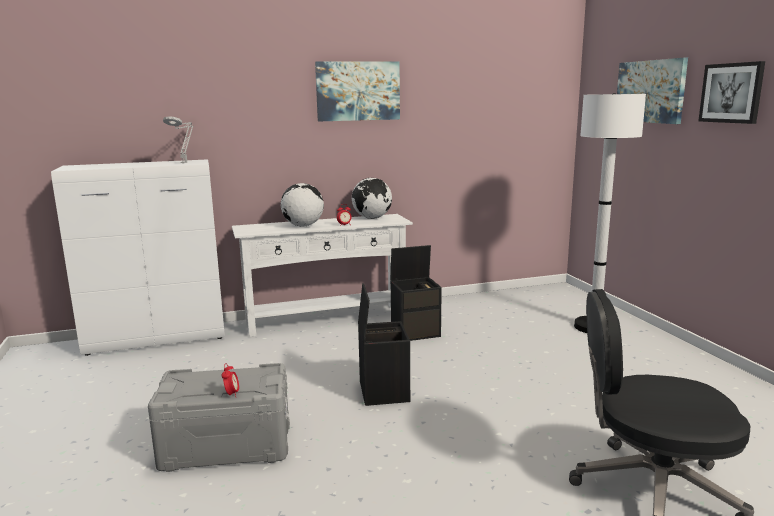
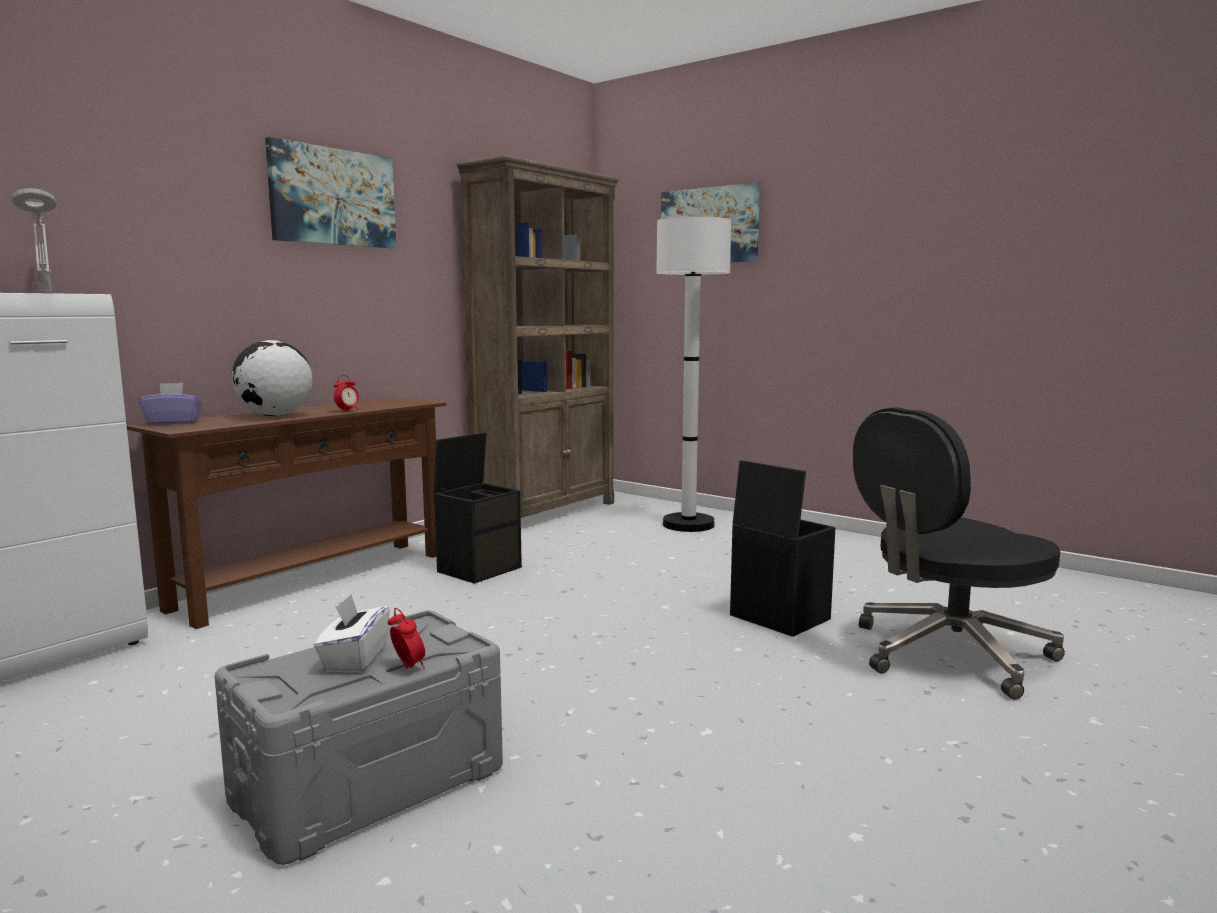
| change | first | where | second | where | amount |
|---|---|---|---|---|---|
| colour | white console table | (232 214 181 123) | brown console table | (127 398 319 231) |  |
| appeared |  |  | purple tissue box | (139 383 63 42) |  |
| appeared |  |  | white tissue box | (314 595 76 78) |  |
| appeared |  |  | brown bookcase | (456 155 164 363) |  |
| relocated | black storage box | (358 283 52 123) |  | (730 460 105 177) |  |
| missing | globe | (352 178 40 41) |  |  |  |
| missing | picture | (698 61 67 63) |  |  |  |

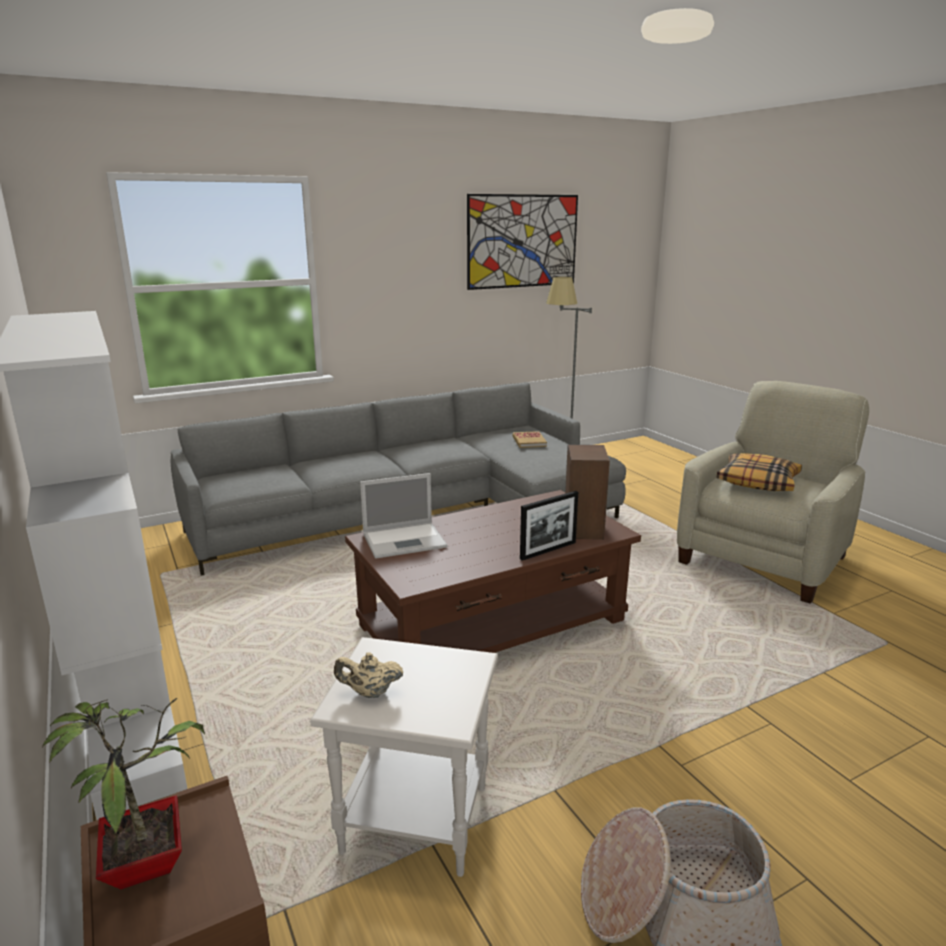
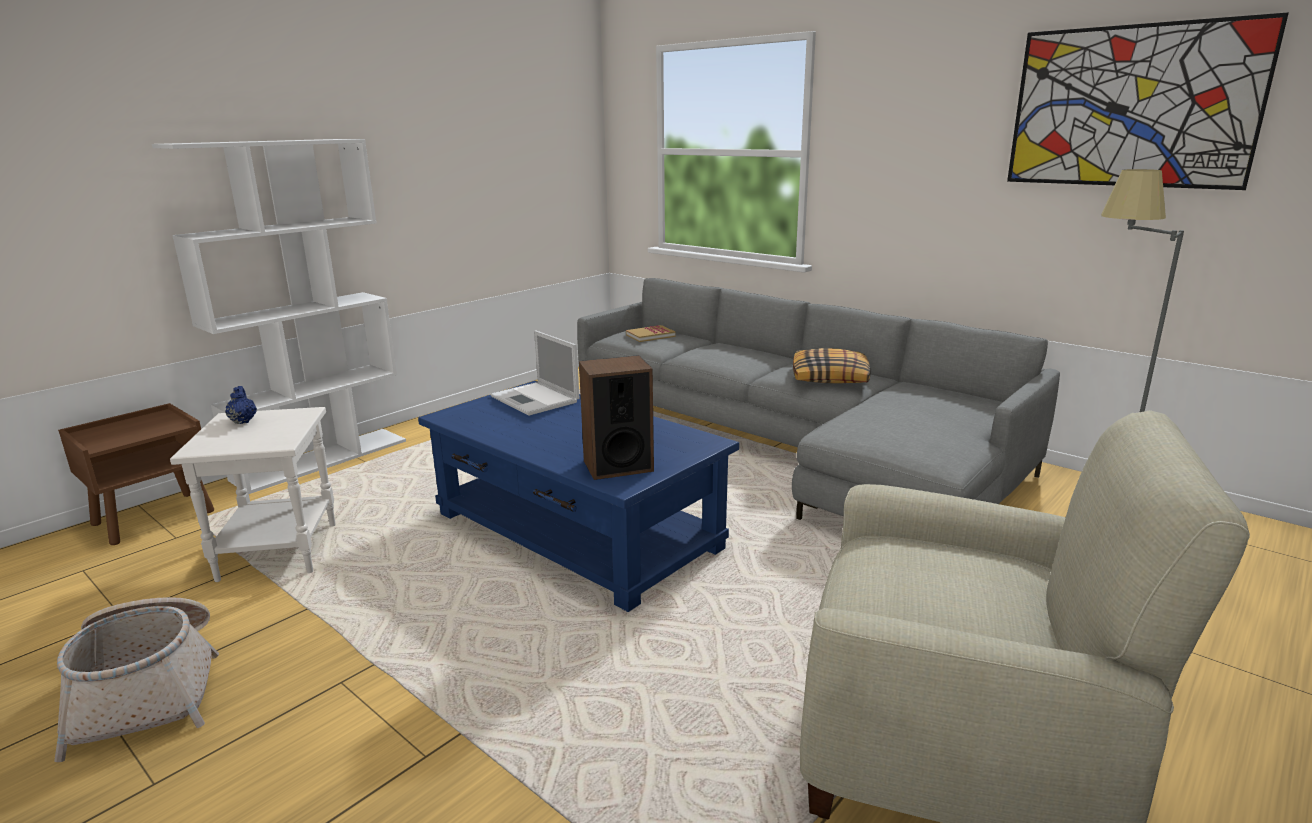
| change | first | where | second | where | amount |
|---|---|---|---|---|---|
| colour | beige teapot | (334 652 69 46) | blue teapot | (225 386 32 38) |  |
| colour | brown coffee table | (345 490 296 163) | blue coffee table | (418 381 321 231) |  |
| relocated | book | (513 431 34 17) |  | (626 325 49 17) |  |
| relocated | pillow | (717 453 85 38) |  | (793 348 78 36) |  |
| missing | potted plant | (42 698 163 191) |  |  |  |
| missing | picture frame | (520 491 58 70) |  |  |  |

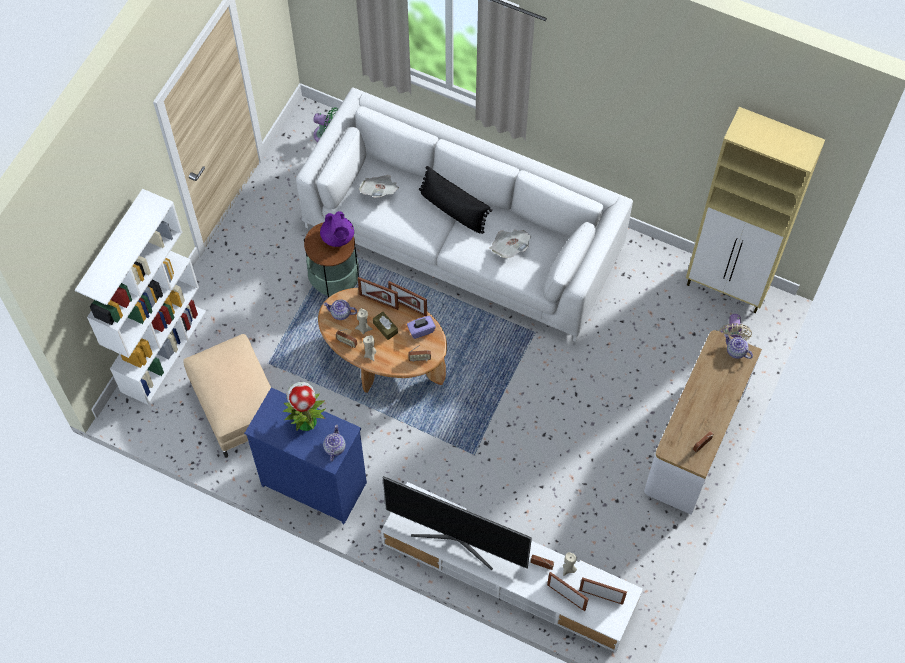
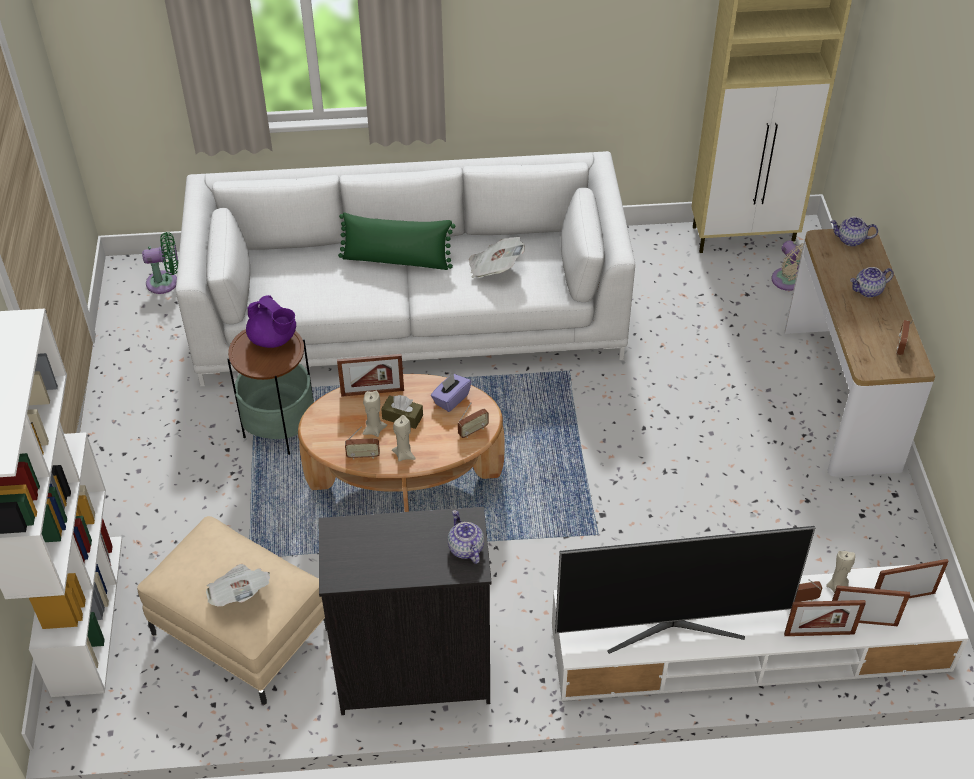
| change | first | where | second | where | amount |
|---|---|---|---|---|---|
| relocated | newspaper | (359 175 40 23) |  | (206 564 64 42) |  |
| colour | blue dresser | (244 387 123 137) | black dresser | (319 507 172 208) |  |
| colour | black pillow | (419 166 73 68) | green pillow | (338 212 117 58) |  |
| relocated | picture frame | (388 281 39 35) |  | (784 600 82 36) |  |
| relocated | teapot | (324 300 33 20) |  | (850 267 44 30) |  |
| missing | potted plant | (283 382 43 49) |  |  |  |

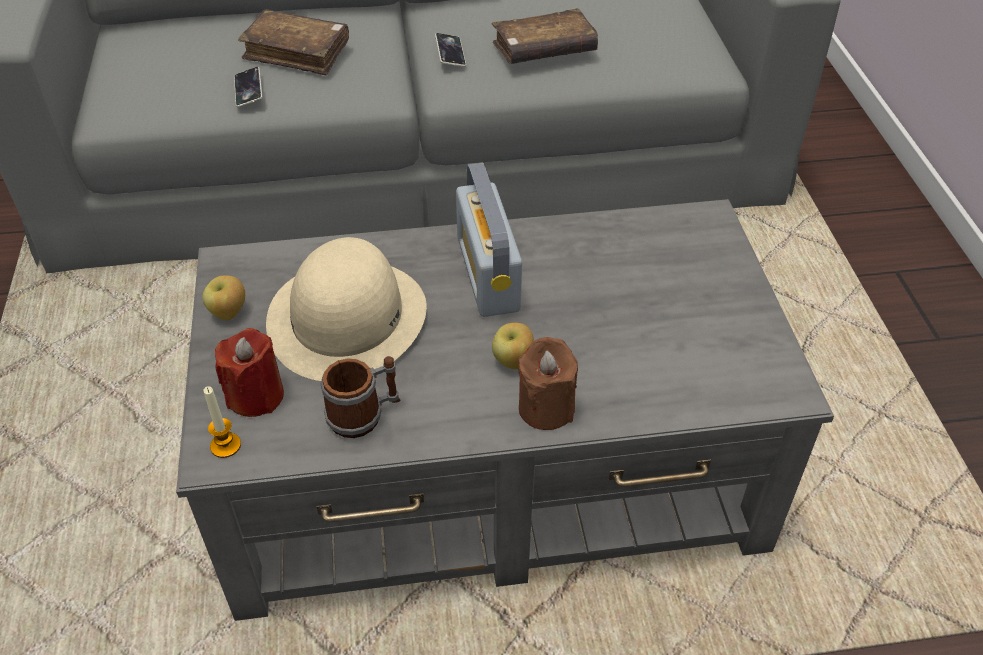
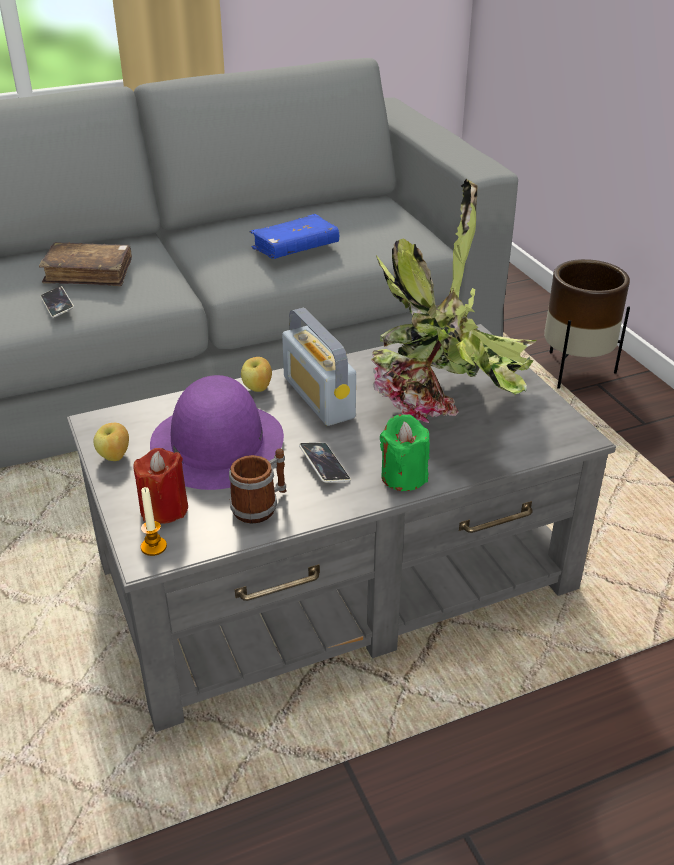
| change | first | where | second | where | amount |
|---|---|---|---|---|---|
| colour | beige hat | (266 237 161 144) | purple hat | (150 375 134 115) |  |
| relocated | apple | (492 323 42 46) |  | (241 357 31 35) |  |
| colour | brown book | (492 8 106 56) | blue book | (250 214 89 45) |  |
| relocated | phone | (435 33 31 34) |  | (299 443 52 40) |  |
| appeared |  |  | potted plant | (371 179 166 244) |  |
| colour | brown candle | (518 337 60 93) | green candle | (380 414 50 77) |  |
| appeared |  |  | brown planter | (544 259 86 130) |  |

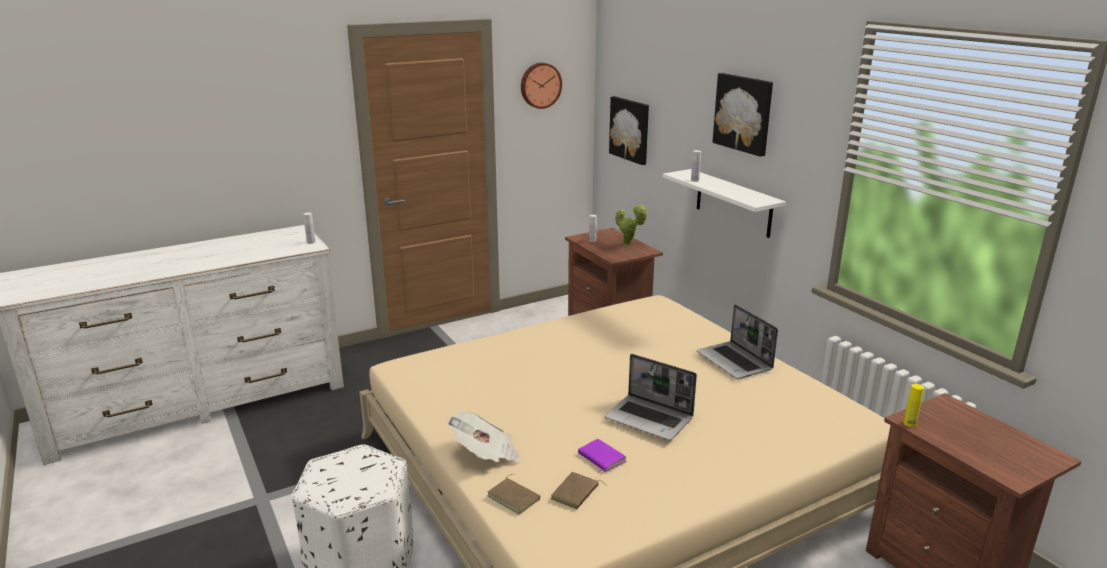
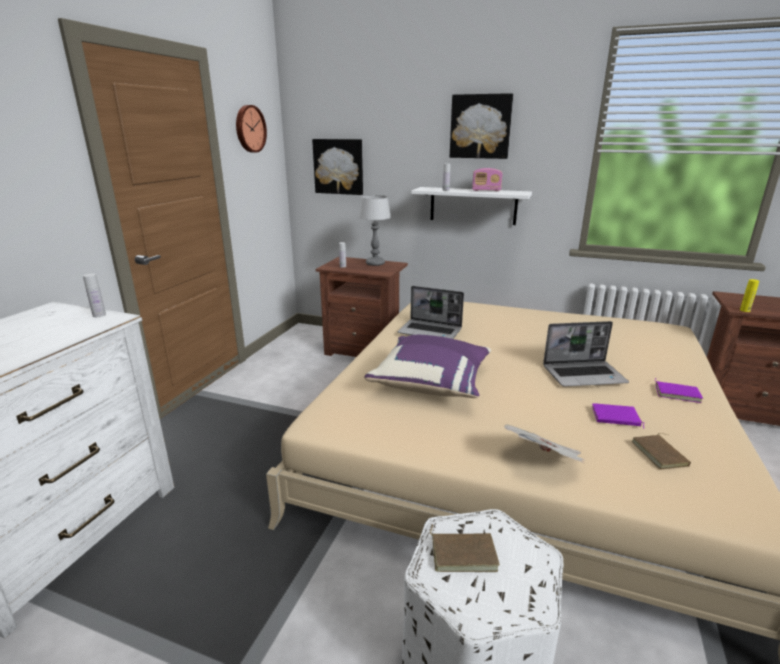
| change | first | where | second | where | amount |
|---|---|---|---|---|---|
| exchanged | potted plant | (615 204 33 42) | table lamp | (359 195 32 71) |  |
| appeared |  |  | purple pillow | (365 335 126 63) |  |
| relocated | laptop | (697 304 81 75) |  | (397 286 67 53) |  |
| relocated | brown book | (487 474 53 41) |  | (430 524 70 48) |  |
| appeared |  |  | radio | (472 168 31 23) |  |
| appeared |  |  | purple book | (655 379 48 24) |  |

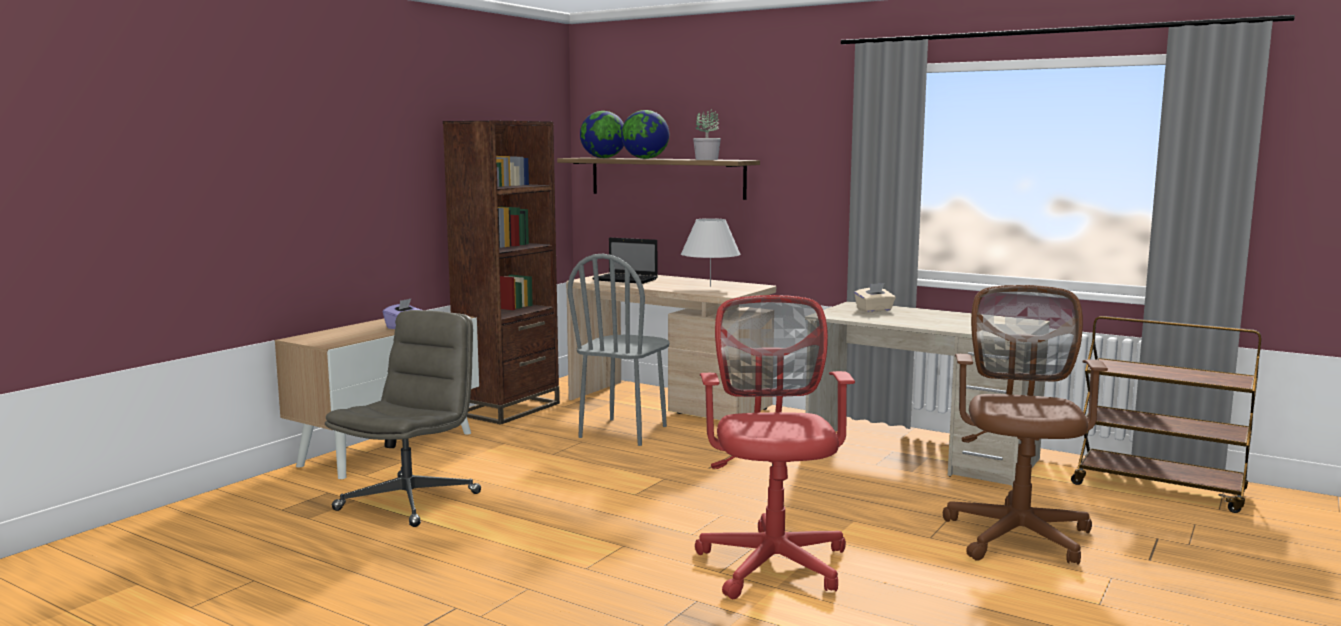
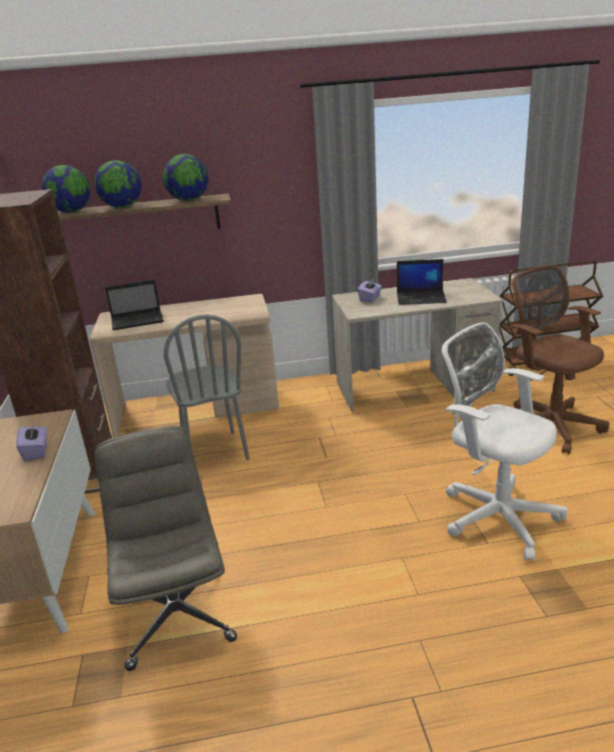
| change | first | where | second | where | amount |
|---|---|---|---|---|---|
| exchanged | potted plant | (693 109 28 51) | globe | (163 154 45 47) |  |
| colour | beige tissue box | (854 283 42 29) | purple tissue box | (358 279 24 23) |  |
| appeared |  |  | laptop | (397 259 50 46) |  |
| colour | red office chair | (695 295 160 304) | white office chair | (442 322 126 239) |  |
| missing | white table lamp | (681 218 60 69) |  |  |  |

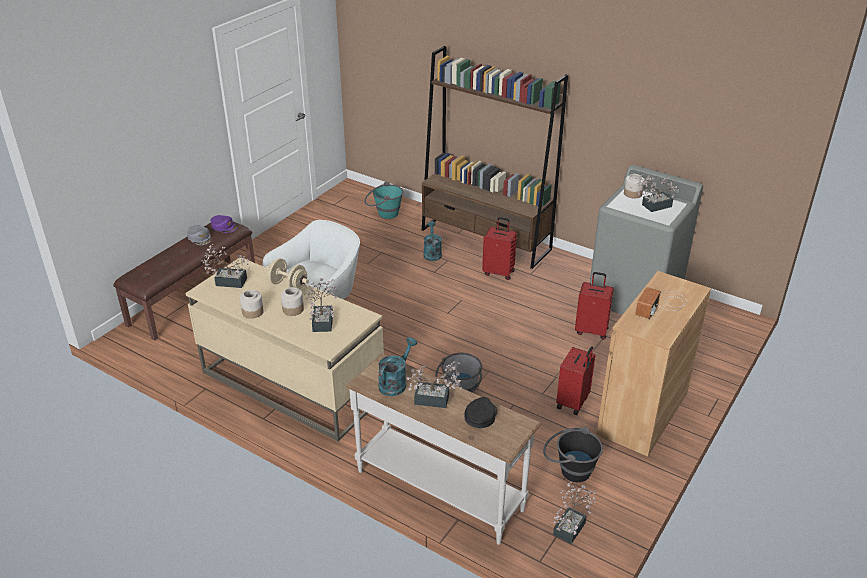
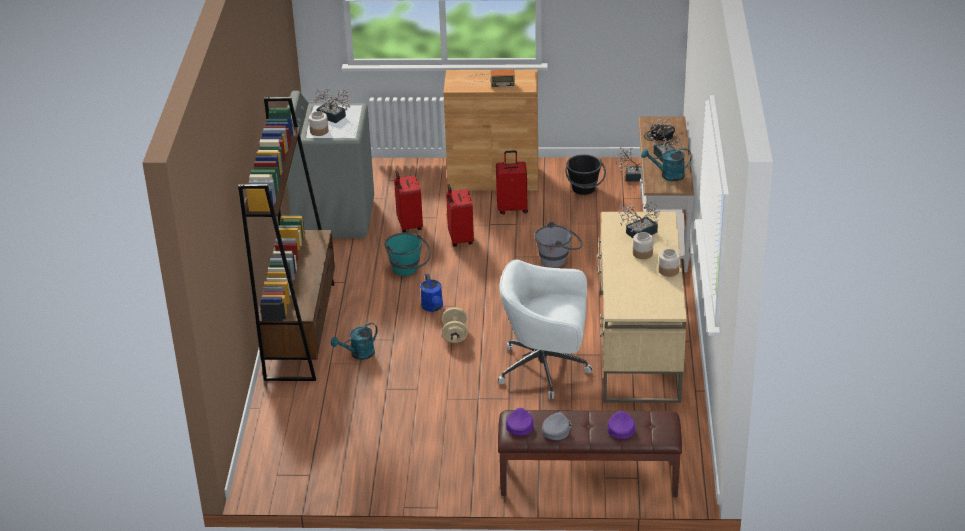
| change | first | where | second | where | amount |
|---|---|---|---|---|---|
| relocated | turquoise bucket | (364 181 39 38) |  | (385 233 46 43) |  |
| appeared |  |  | blue watering can | (420 274 23 38) |  |
| relocated | beige dumbbell | (266 258 43 31) |  | (442 308 26 35) |  |
| relocated | red suitcase | (482 217 35 63) |  | (446 184 28 63) |  |
| appeared |  |  | purple cap | (607 411 29 28) |  |
| missing | potted plant | (202 244 48 44) |  |  |  |

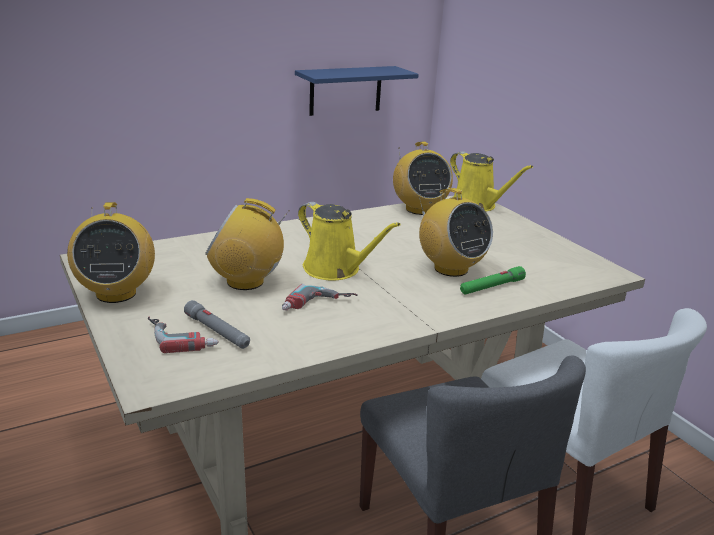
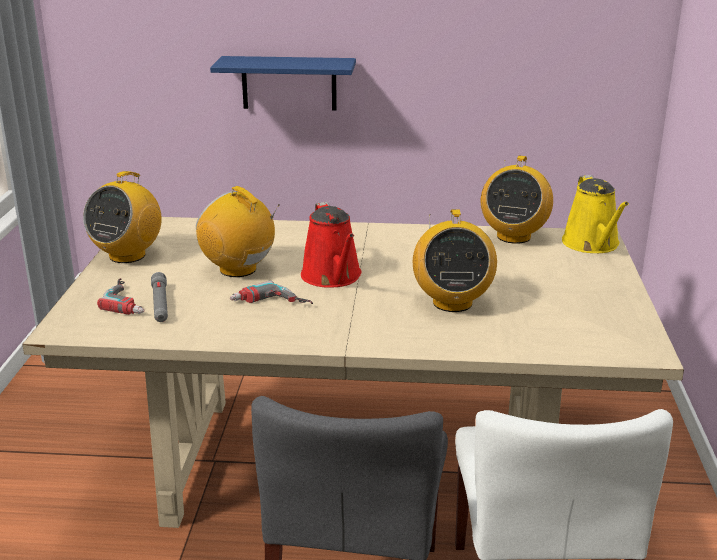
| change | first | where | second | where | amount |
|---|---|---|---|---|---|
| relocated | blue shelf | (295 66 124 50) |  | (210 56 146 55) |  |
| colour | yellow watering can | (298 202 103 78) | red watering can | (301 202 61 86) |  |
| missing | green flashlight | (460 266 66 28) |  |  |  |

